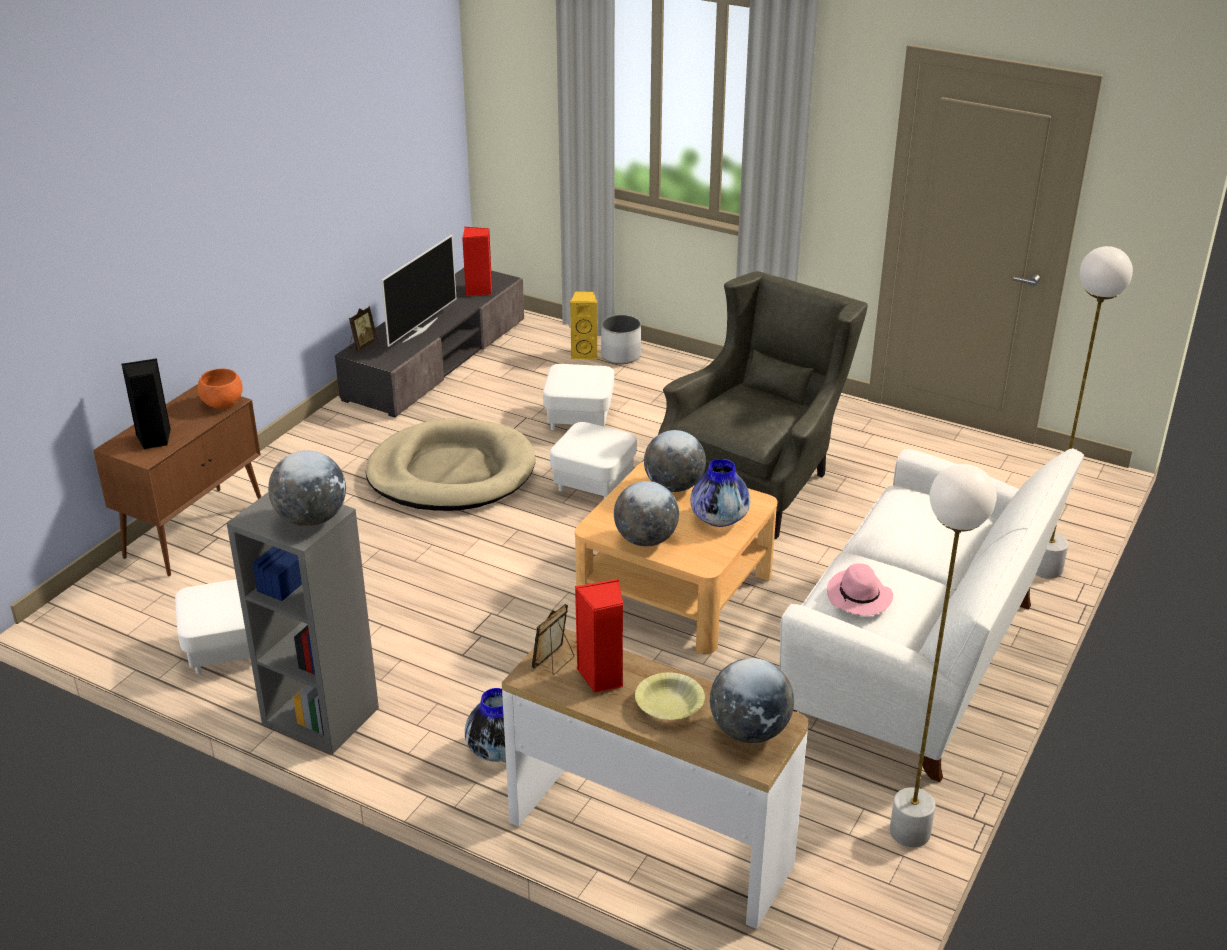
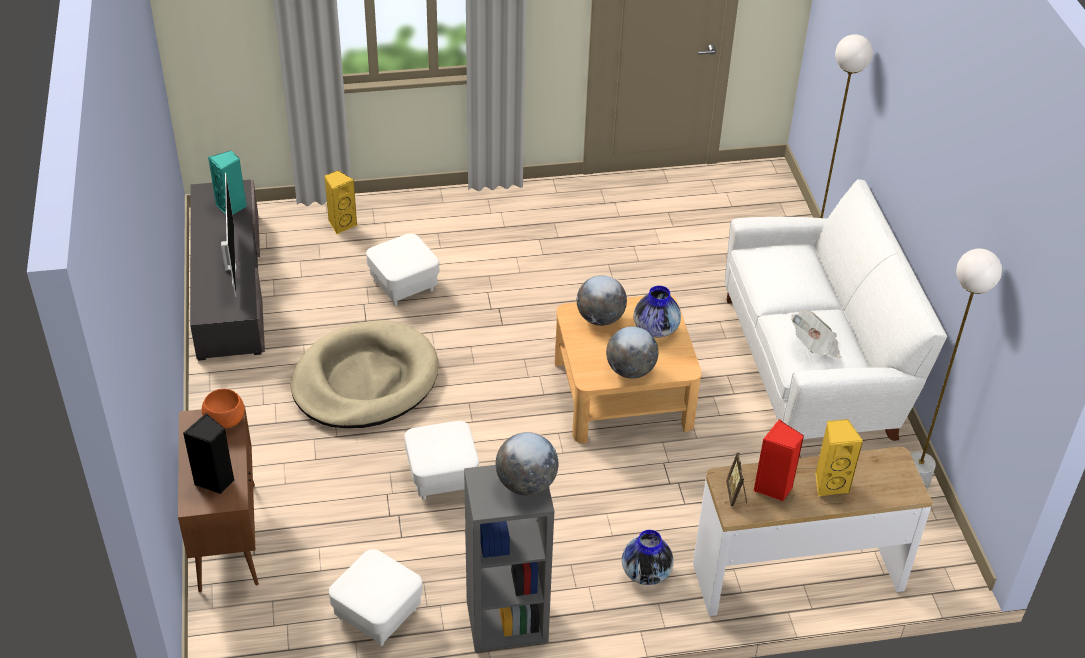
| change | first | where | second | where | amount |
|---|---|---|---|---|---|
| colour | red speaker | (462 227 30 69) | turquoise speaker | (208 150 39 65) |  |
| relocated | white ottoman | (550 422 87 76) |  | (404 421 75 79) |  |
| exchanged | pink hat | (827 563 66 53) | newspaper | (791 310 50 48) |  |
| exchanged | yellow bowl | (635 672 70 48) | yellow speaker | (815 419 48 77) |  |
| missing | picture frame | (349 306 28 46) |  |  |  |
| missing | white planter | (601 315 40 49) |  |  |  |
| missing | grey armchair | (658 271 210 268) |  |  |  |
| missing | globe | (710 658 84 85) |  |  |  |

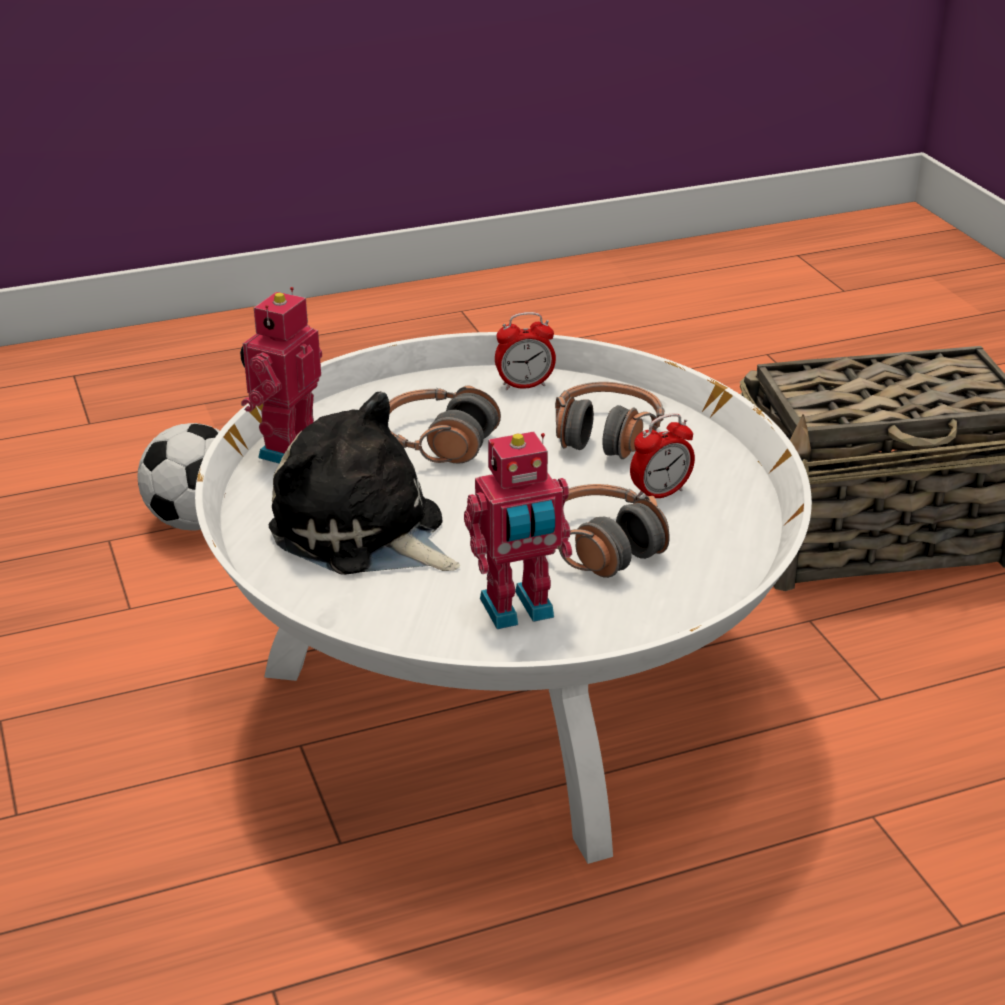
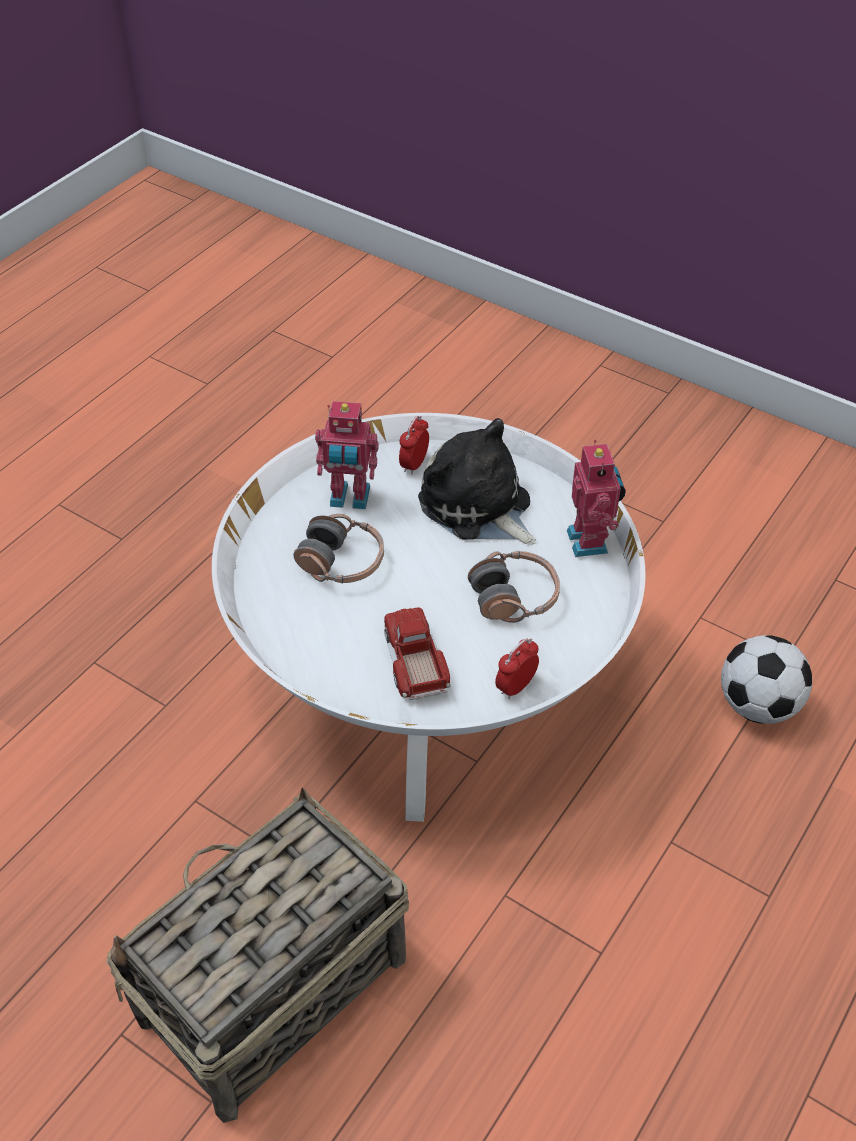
| change | first | where | second | where | amount |
|---|---|---|---|---|---|
| spun | toy robot | (464 432 108 197) |  | (315 401 64 108) | 120 degrees counterclockwise |
| exchanged | headphones | (555 382 109 77) | toy truck | (384 608 67 92) |  |
| relocated | alarm clock | (630 413 65 85) |  | (399 416 30 58) |  |
| spun | plush toy | (269 392 191 183) |  | (418 418 119 127) | 135 degrees counterclockwise |

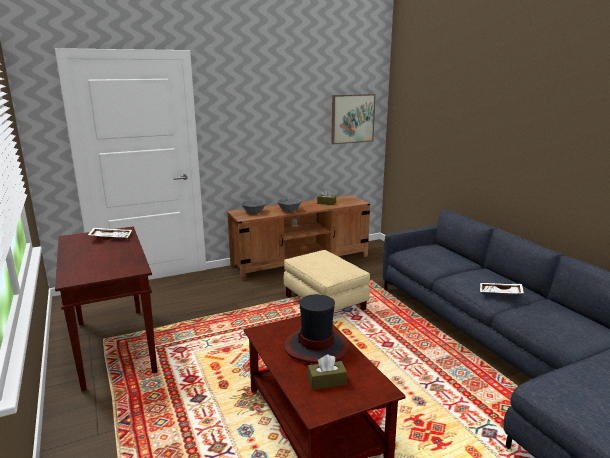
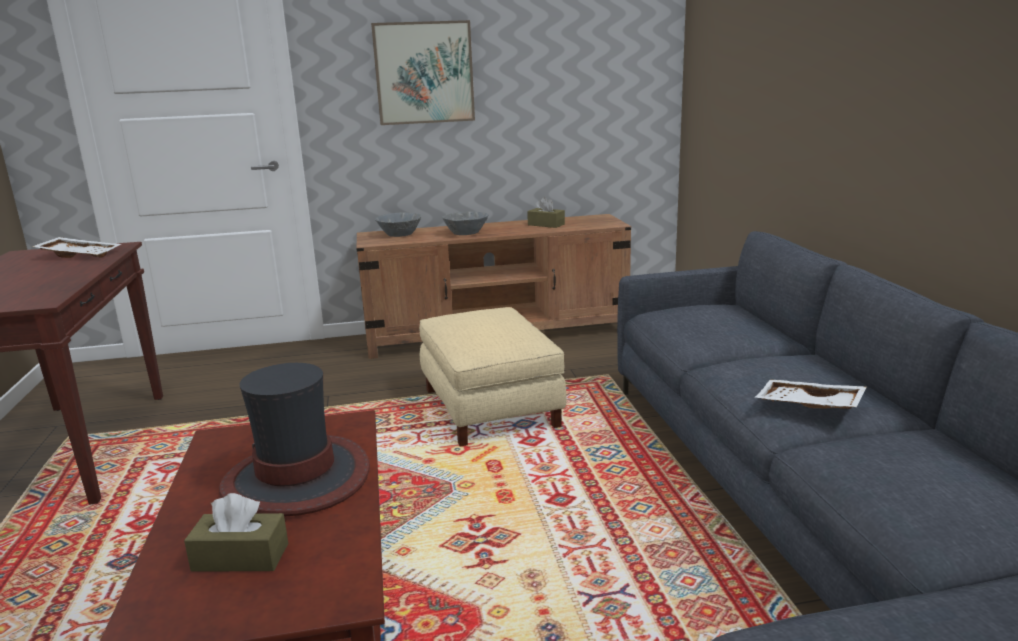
| change | first | where | second | where | amount |
|---|---|---|---|---|---|
| relocated | picture | (331 94 45 50) |  | (371 20 104 105) |  |

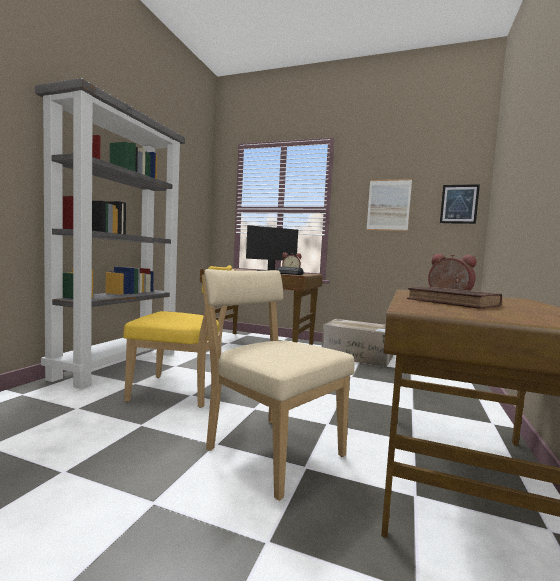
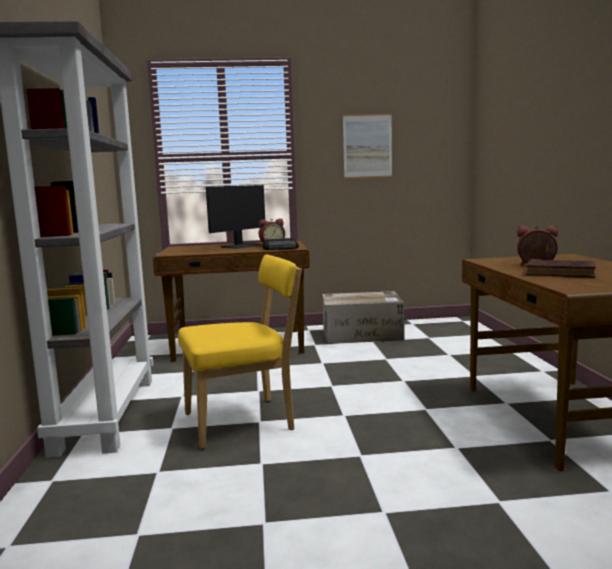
| change | first | where | second | where | amount |
|---|---|---|---|---|---|
| missing | beige chair | (202 269 152 232) |  |  |  |
| missing | picture | (440 184 40 40) |  |  |  |

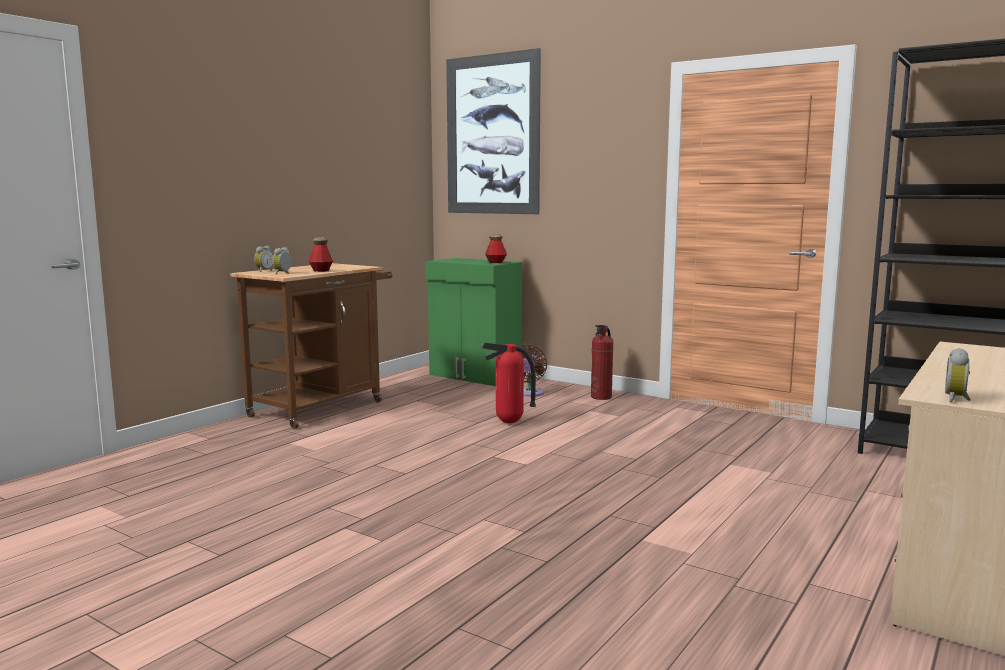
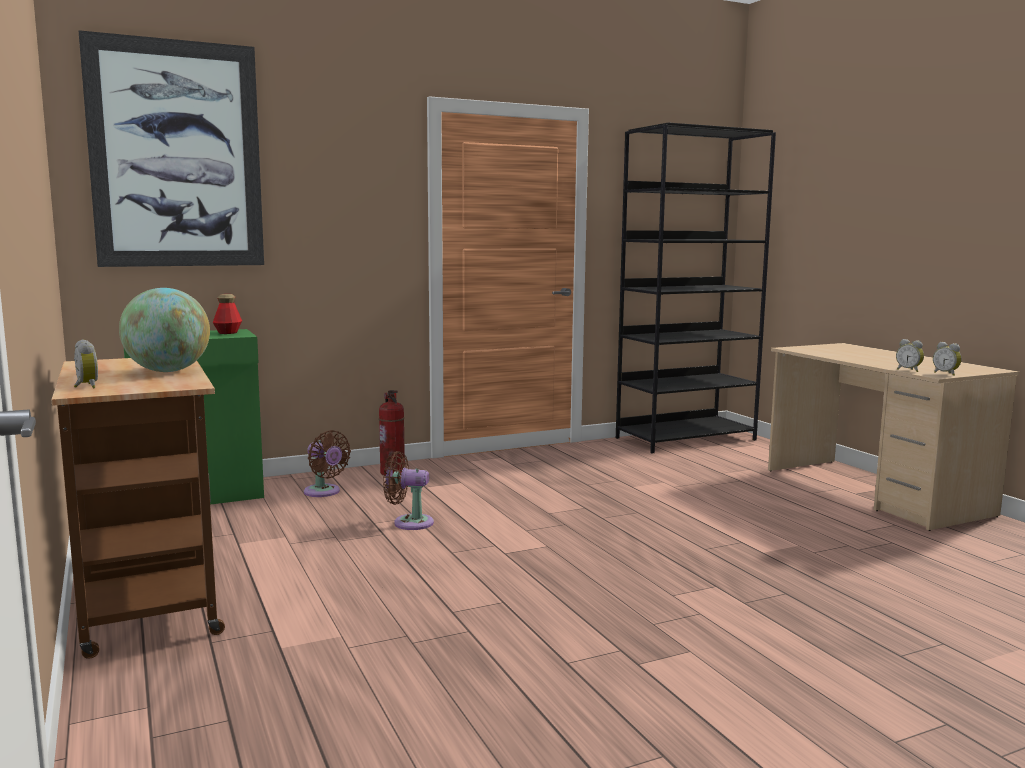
| change | first | where | second | where | amount |
|---|---|---|---|---|---|
| exchanged | bottle | (309 237 24 35) | globe | (119 288 91 84) |  |
| exchanged | fire extinguisher | (481 342 55 81) | brown fan | (383 451 51 79) |  |
| relocated | alarm clock | (273 247 18 27) |  | (896 339 28 33) |  |

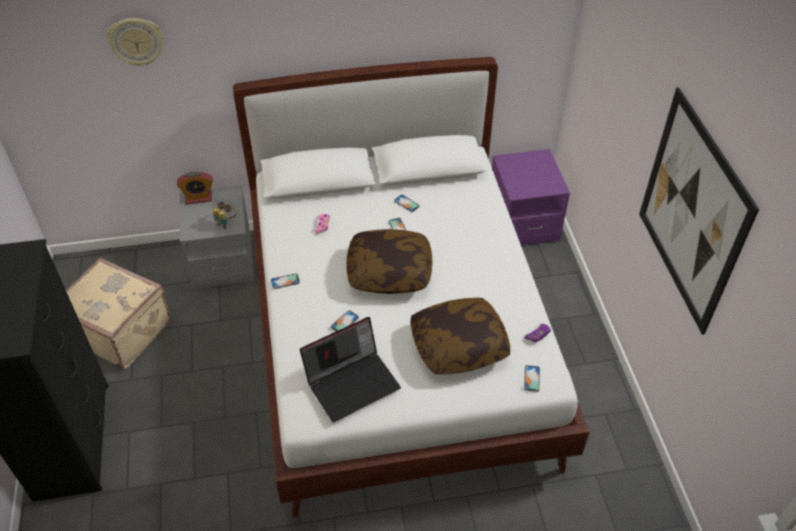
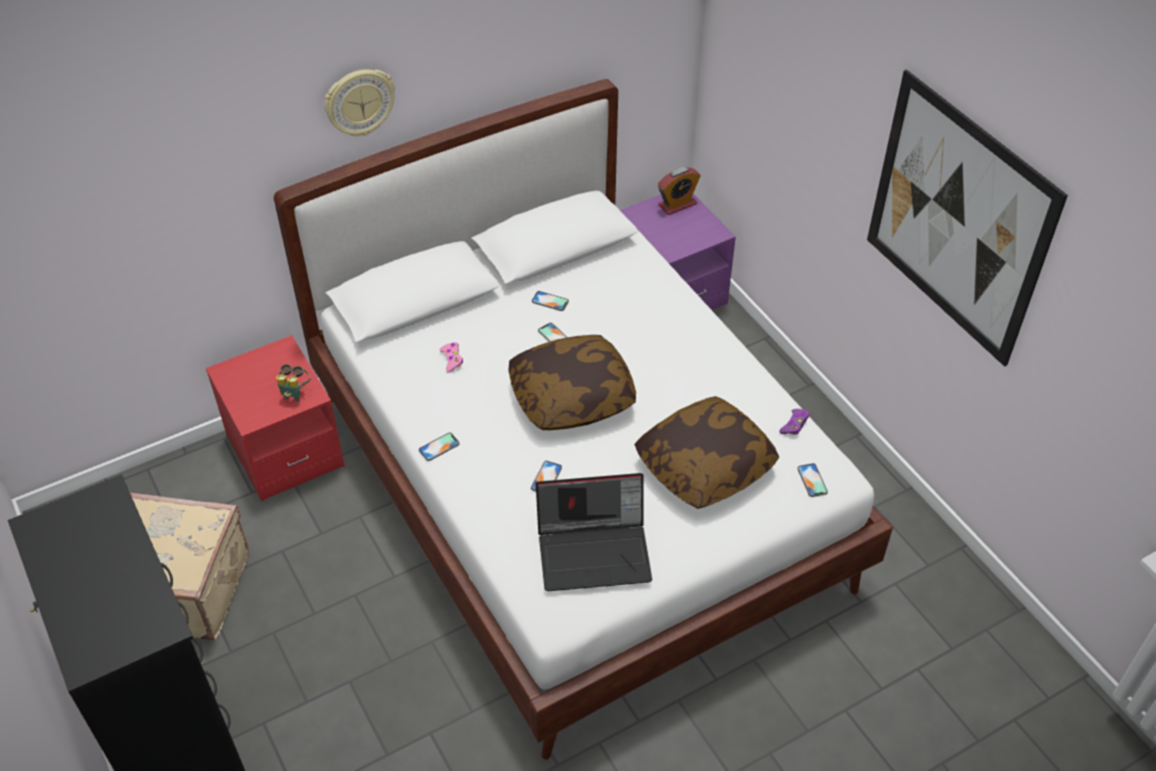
| change | first | where | second | where | amount |
|---|---|---|---|---|---|
| colour | grey nightstand | (180 185 74 104) | red nightstand | (206 335 139 166) |  |
| relocated | wall clock | (107 18 56 49) |  | (324 69 71 67) |  |
| spun | laptop | (300 317 101 105) |  | (536 473 116 118) | 45 degrees clockwise |
| relocated | alarm clock | (177 172 35 32) |  | (658 167 43 48) |  |

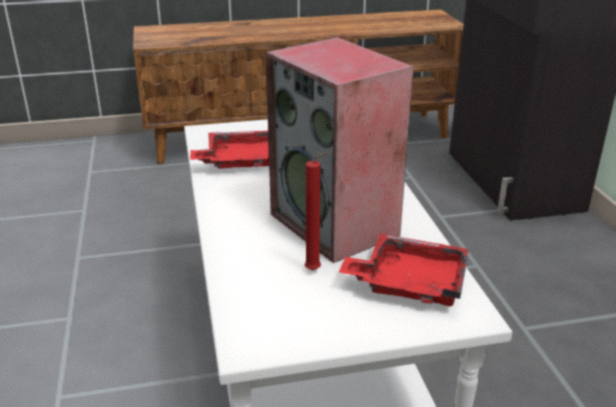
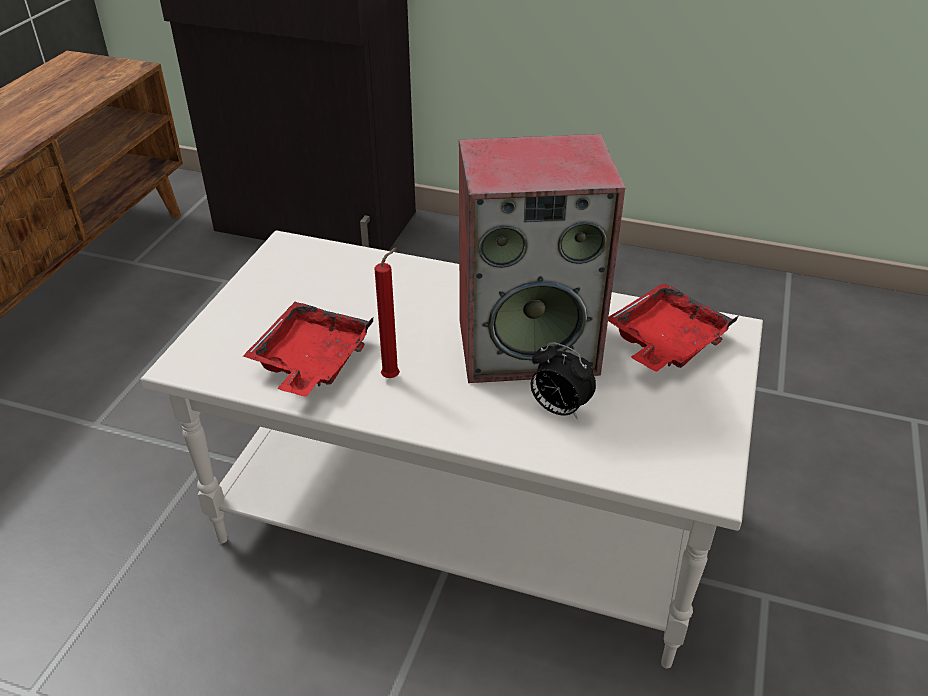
| change | first | where | second | where | amount |
|---|---|---|---|---|---|
| relocated | red candle | (304 153 24 118) |  | (374 247 26 131) |  |
| appeared |  |  | alarm clock | (531 342 65 77) |  |

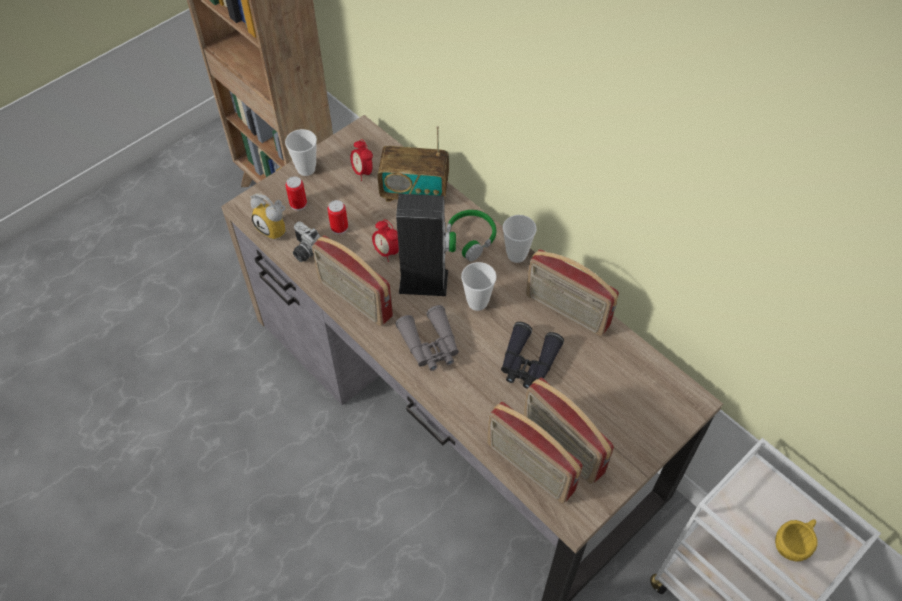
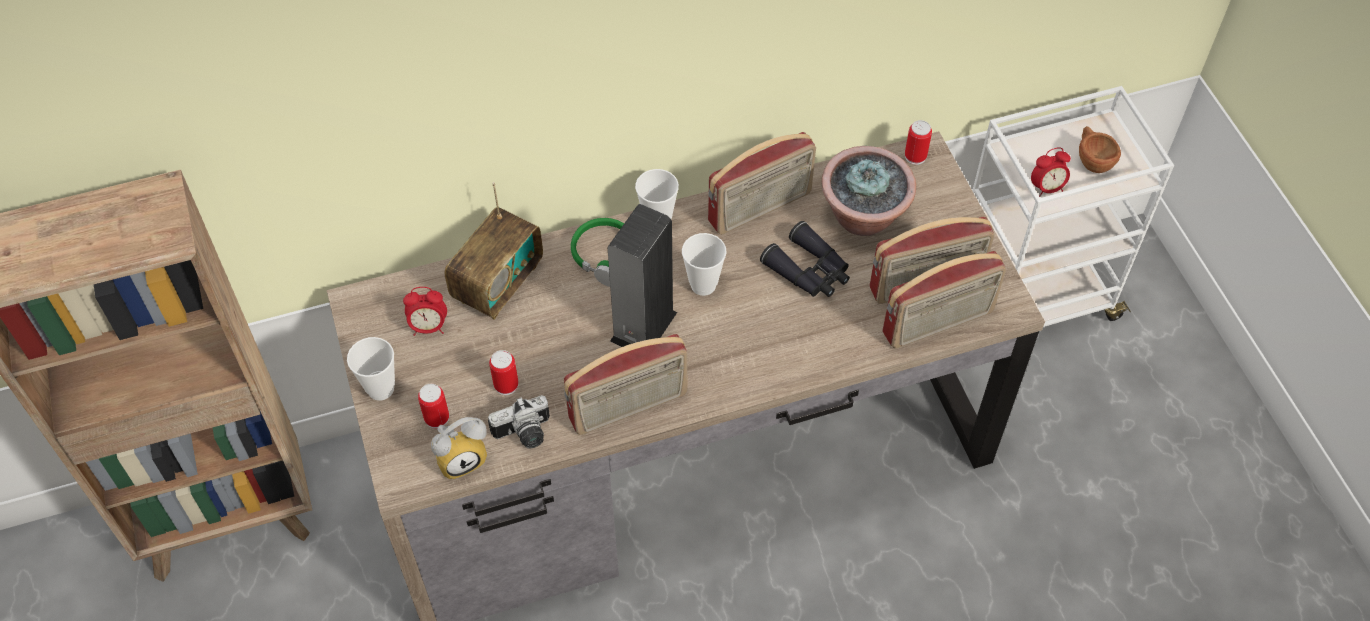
| change | first | where | second | where | amount |
|---|---|---|---|---|---|
| appeared |  |  | potted plant | (821 146 95 90) |  |
| appeared |  |  | can | (905 120 27 45) |  |
| relocated | alarm clock | (372 219 27 43) |  | (1031 147 40 50) |  |
| colour | yellow cup | (775 519 43 42) | brown cup | (1079 126 42 47) |  |
| missing | grey binoculars | (396 305 63 66) |  |  |  |

